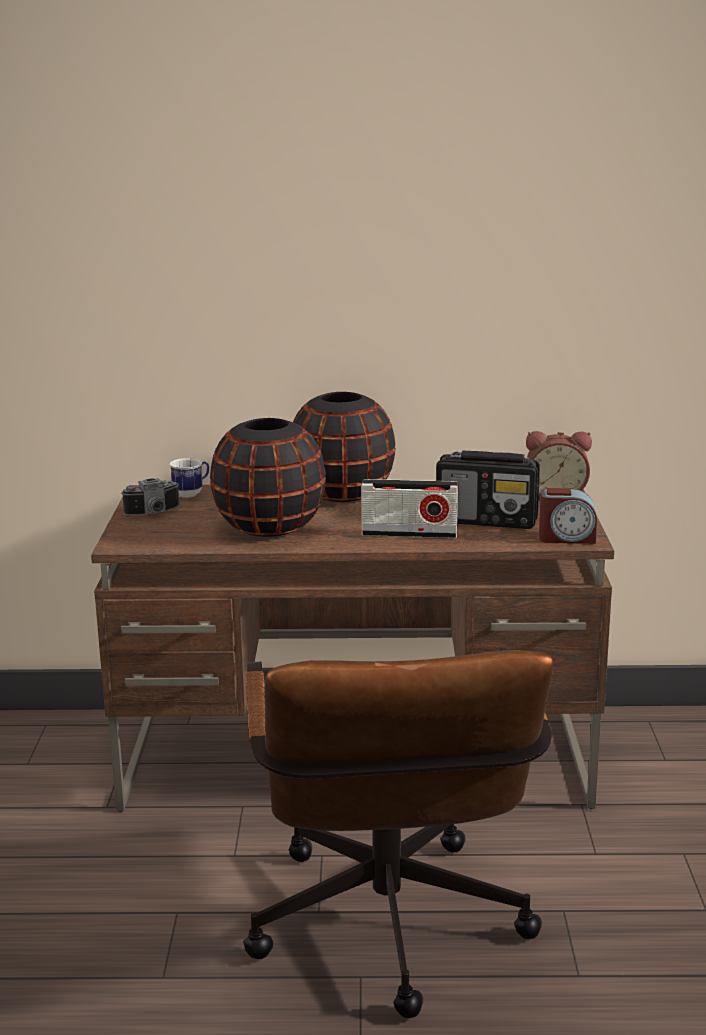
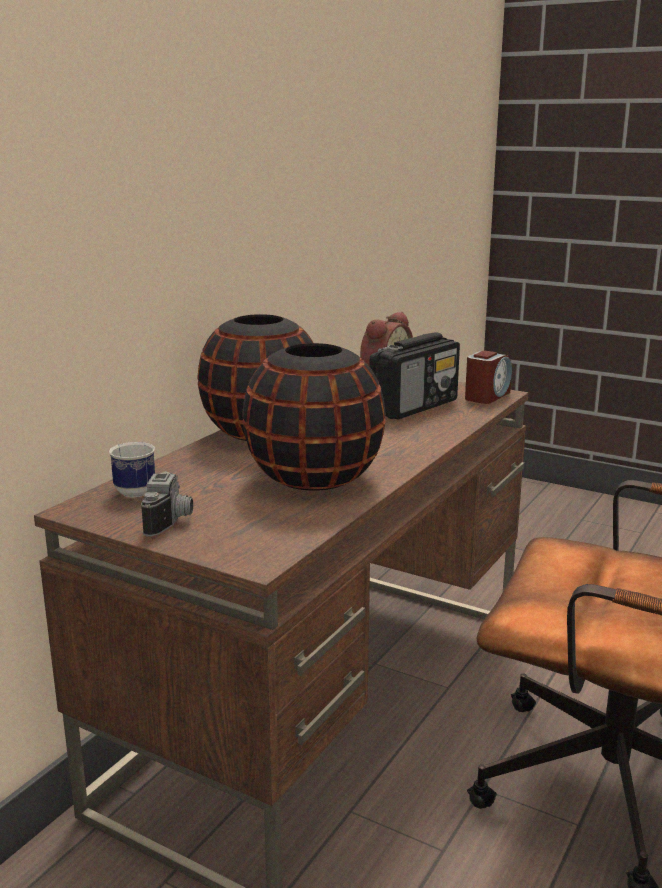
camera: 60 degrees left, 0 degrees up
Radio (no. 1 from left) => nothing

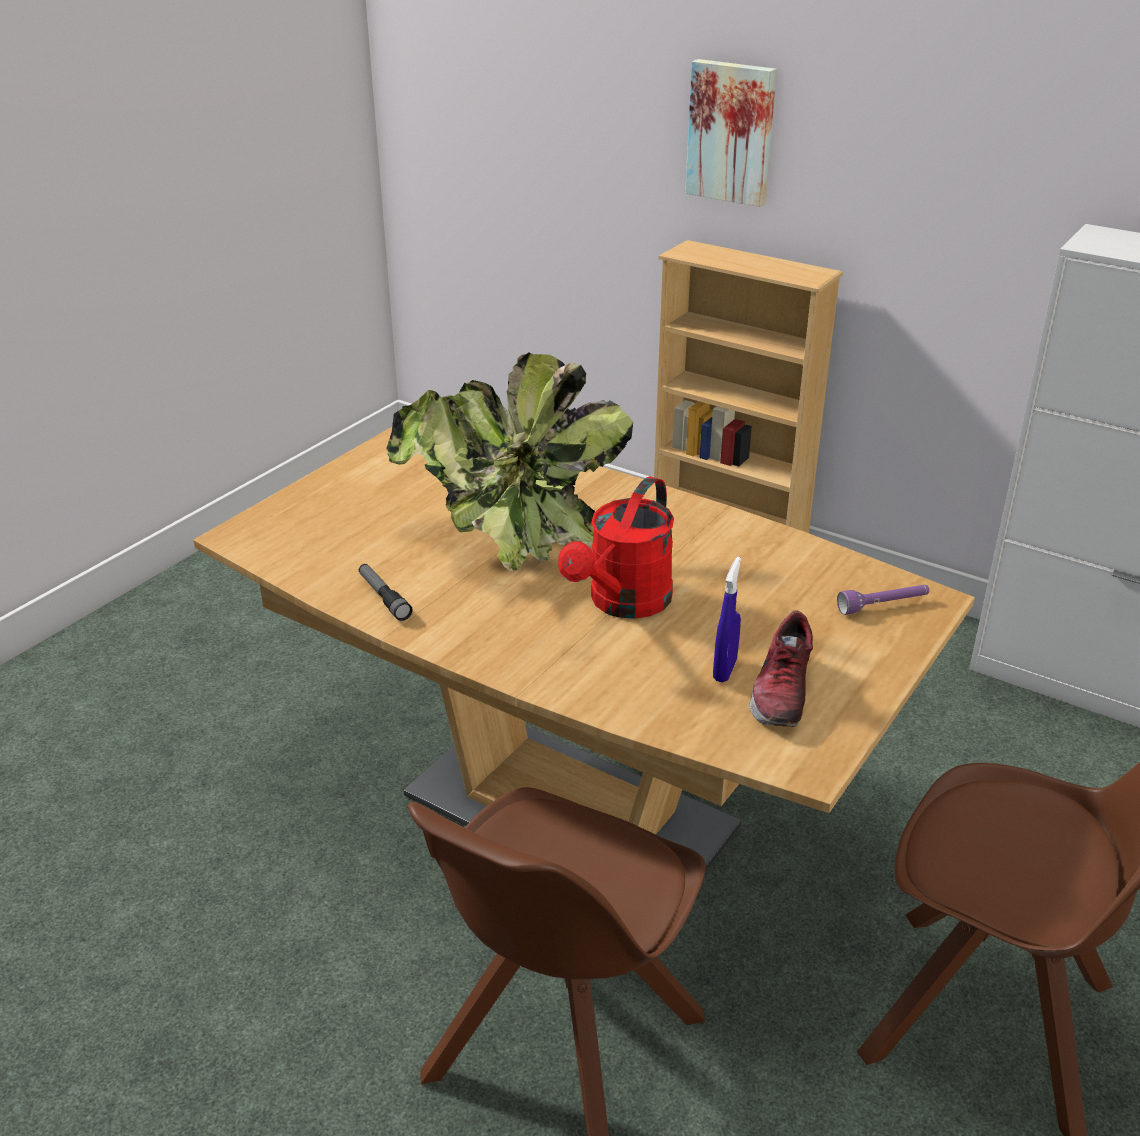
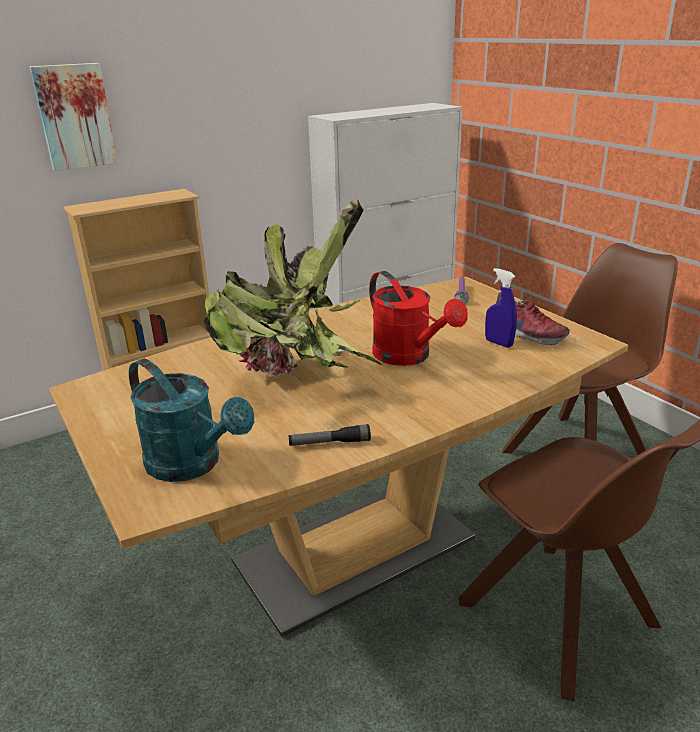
camera: 65 degrees left, 5 degrees down
nothing => Gießkanne [türkis]

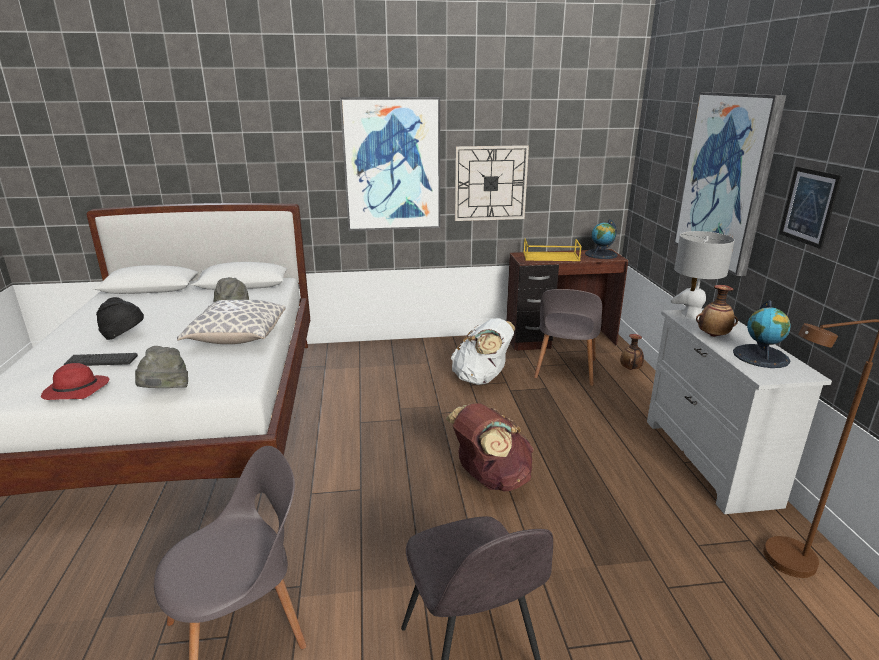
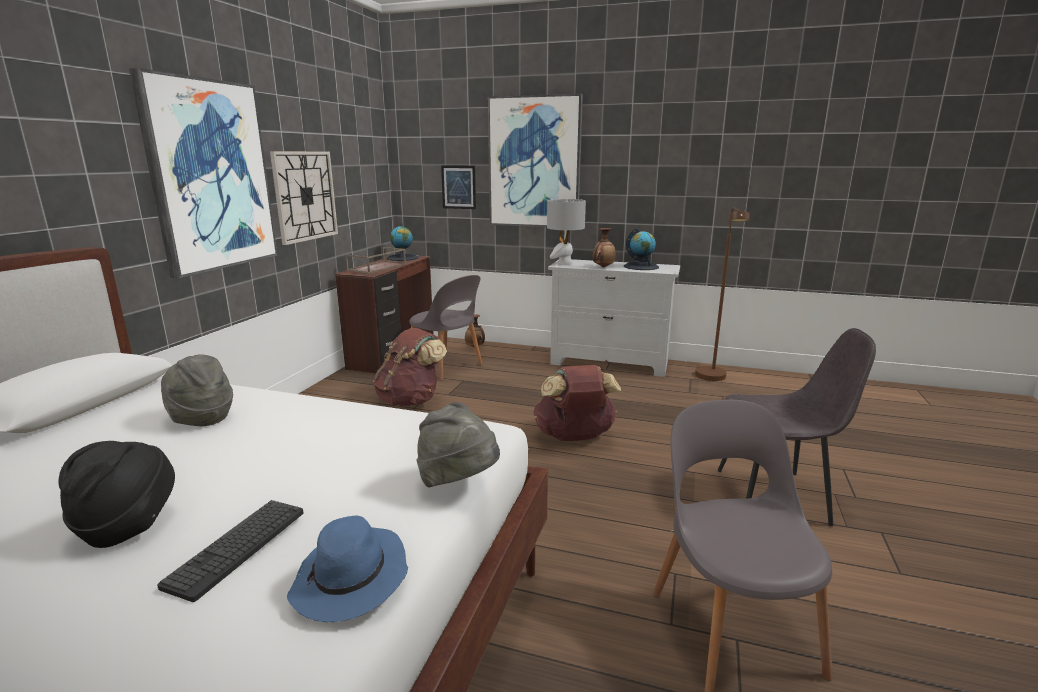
camera: 65 degrees left, 5 degrees down
Bild (no. 3 from left in the first image) => Bild (no. 2 from left), shifted
Tablett [gelb] => Tablett [braun]
Kissen => nothing
Rucksack [weiß] => Rucksack [braun] (no. 1 from left)
Hut [rot] => Hut [blau]

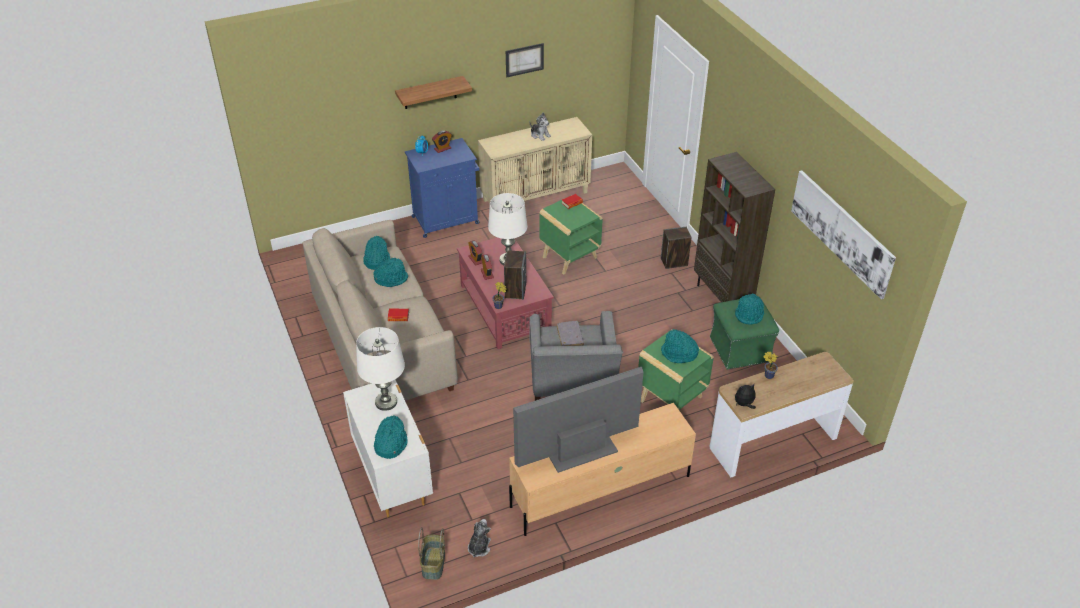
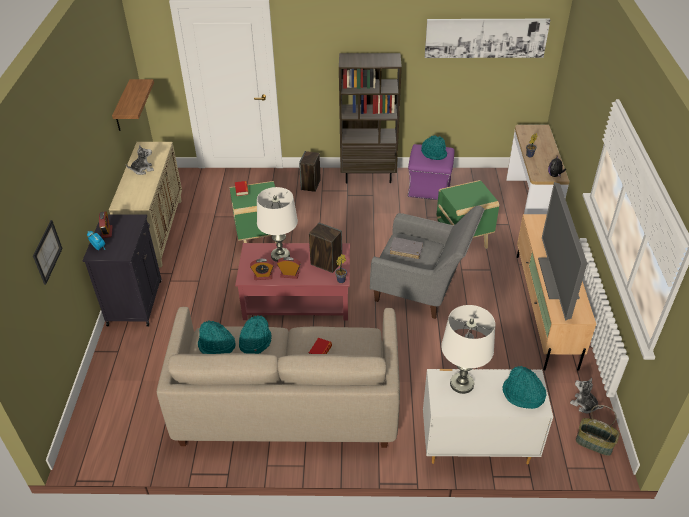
camera: 65 degrees left, 0 degrees up
Bild (no. 1 from left), shifted
Wandregal, shifted
Schrank [blau] => Schrank [schwarz]
Polsterhocker [grün] => Polsterhocker [lila]
Hut [türkis] (no. 4 from left) => nothing

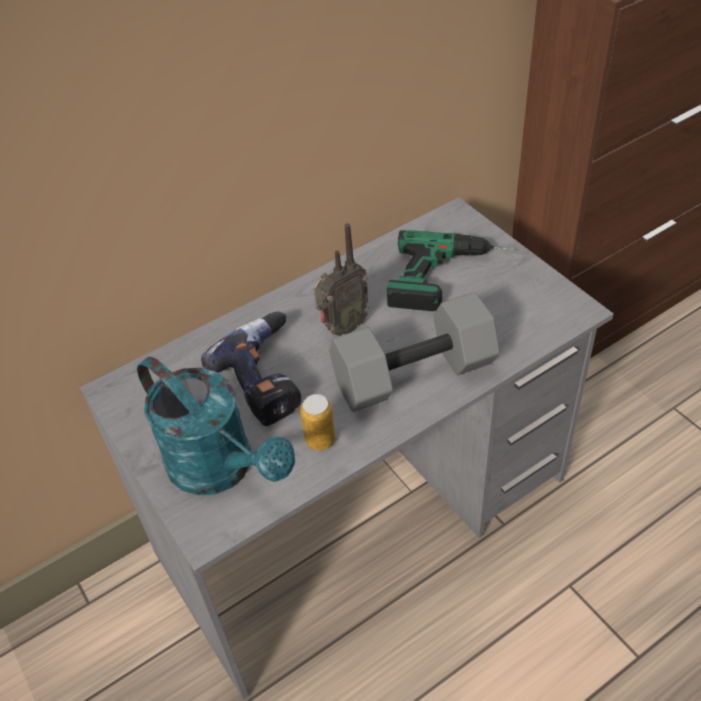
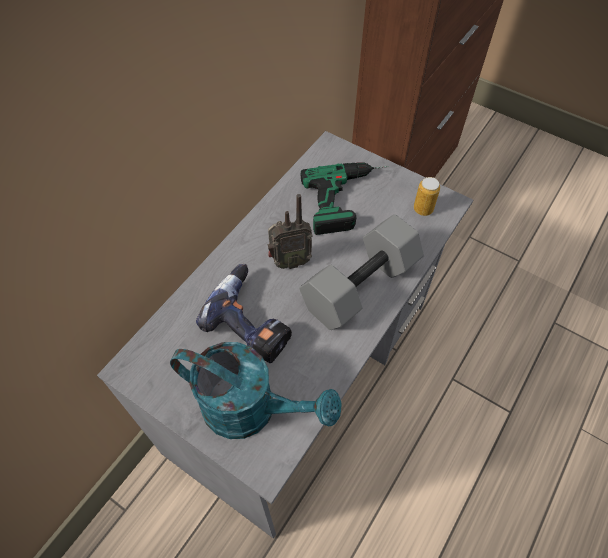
camera: 25 degrees left, 10 degrees up
Radio, 45 degrees clockwise
Dose, shifted

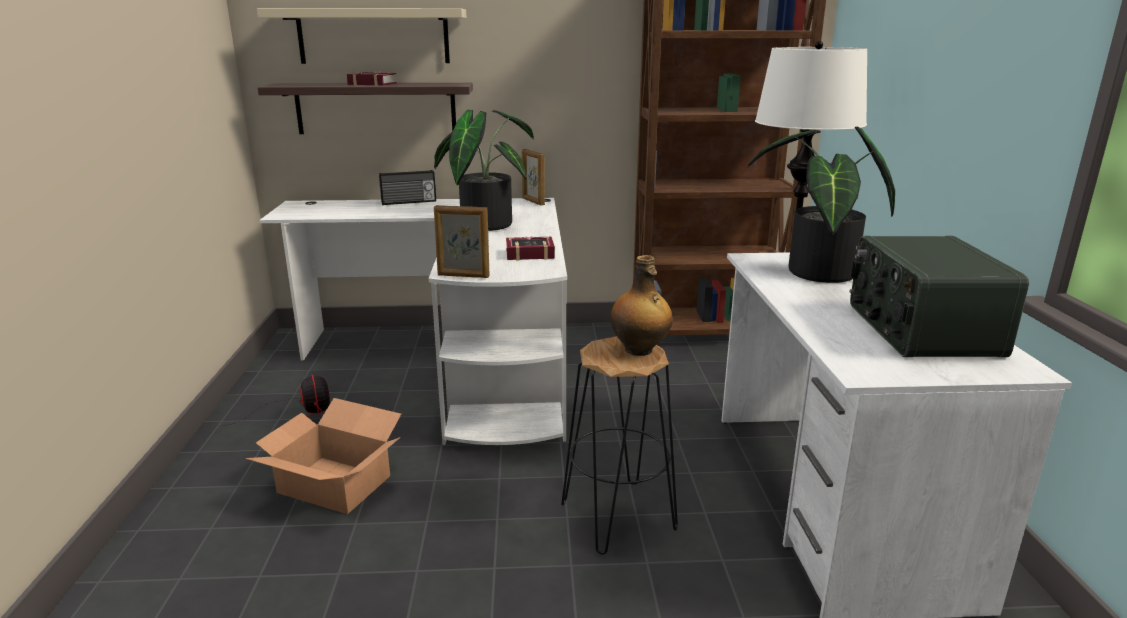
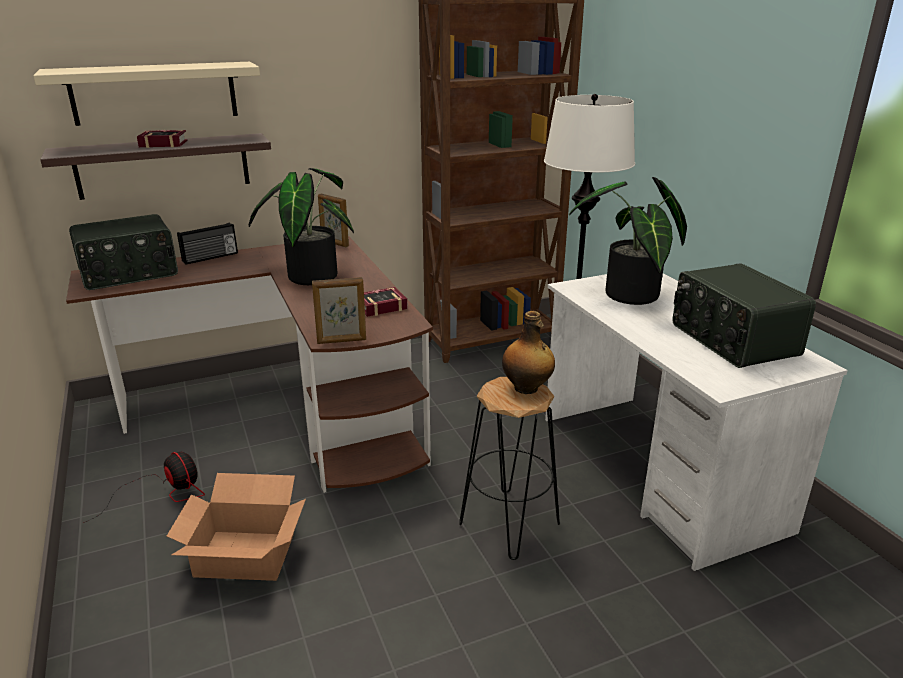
camera: 20 degrees left, 5 degrees up
Schreibtisch [weiß] (no. 1 from left) => Schreibtisch [braun]
nothing => Radio (no. 1 from left)

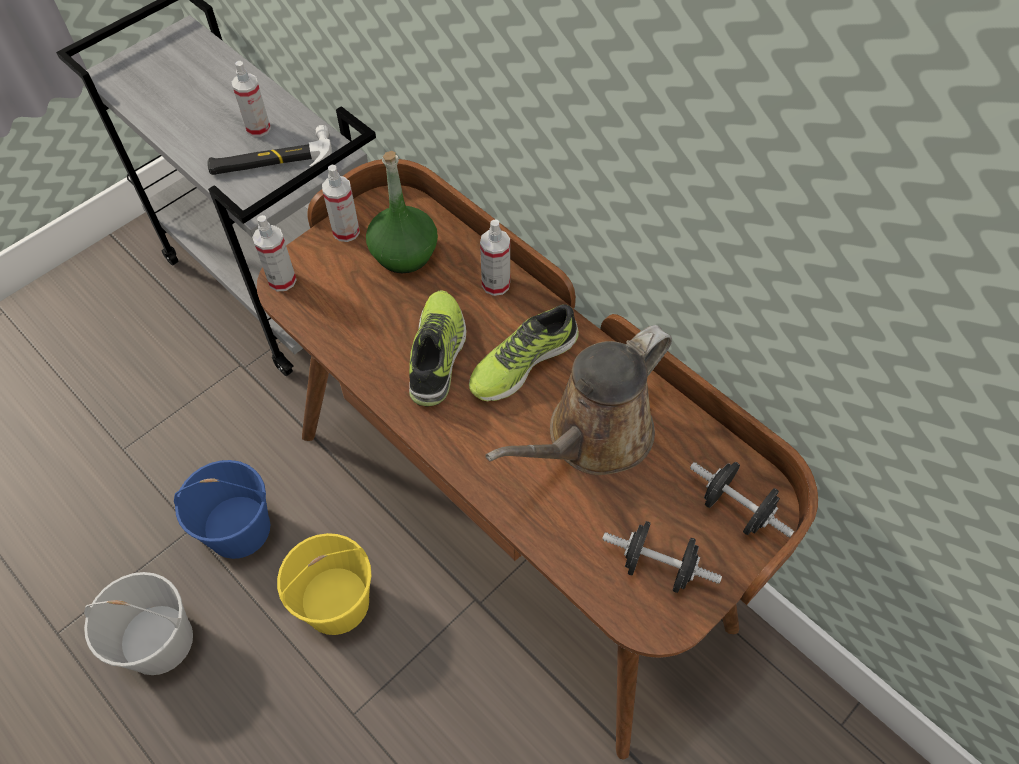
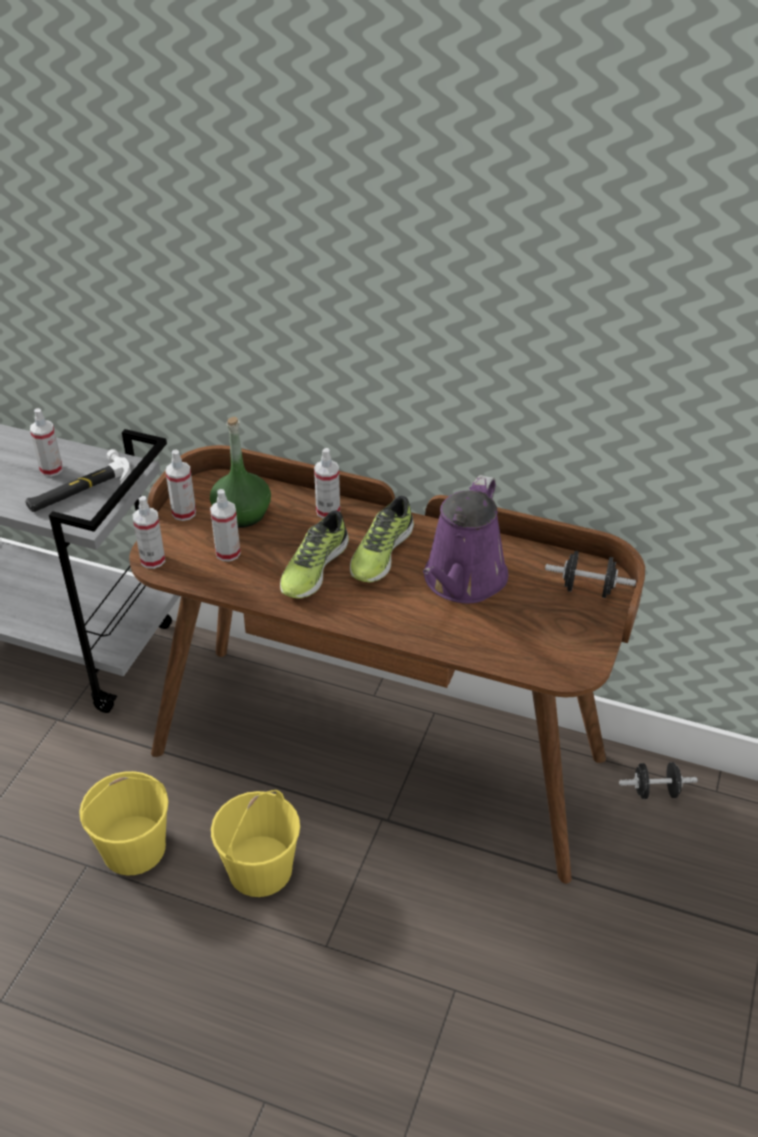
camera: 25 degrees left, 15 degrees down
Schuh (no. 1 from left), 135 degrees counterclockwise
Gießkanne [braun] => Gießkanne [lila]
Eimer [blau] => Eimer [gelb] (no. 1 from left)
Hantel [schwarz] (no. 1 from left in the first image) => Hantel [schwarz] (no. 2 from left), shifted
Eimer [weiß] => nothing
nothing => Sprühflasche (no. 4 from left)

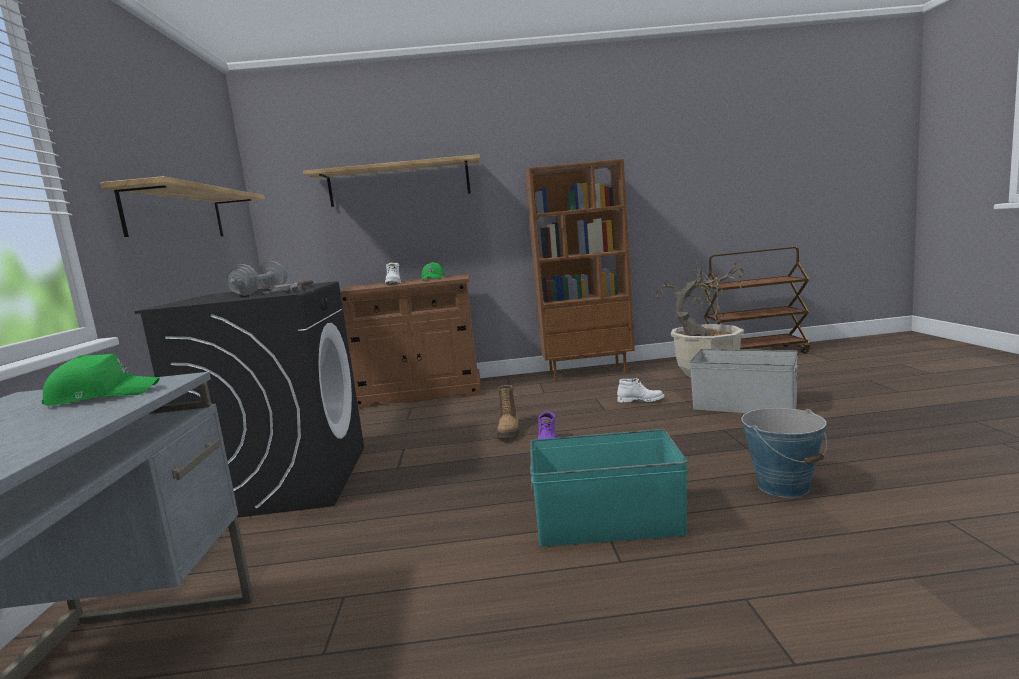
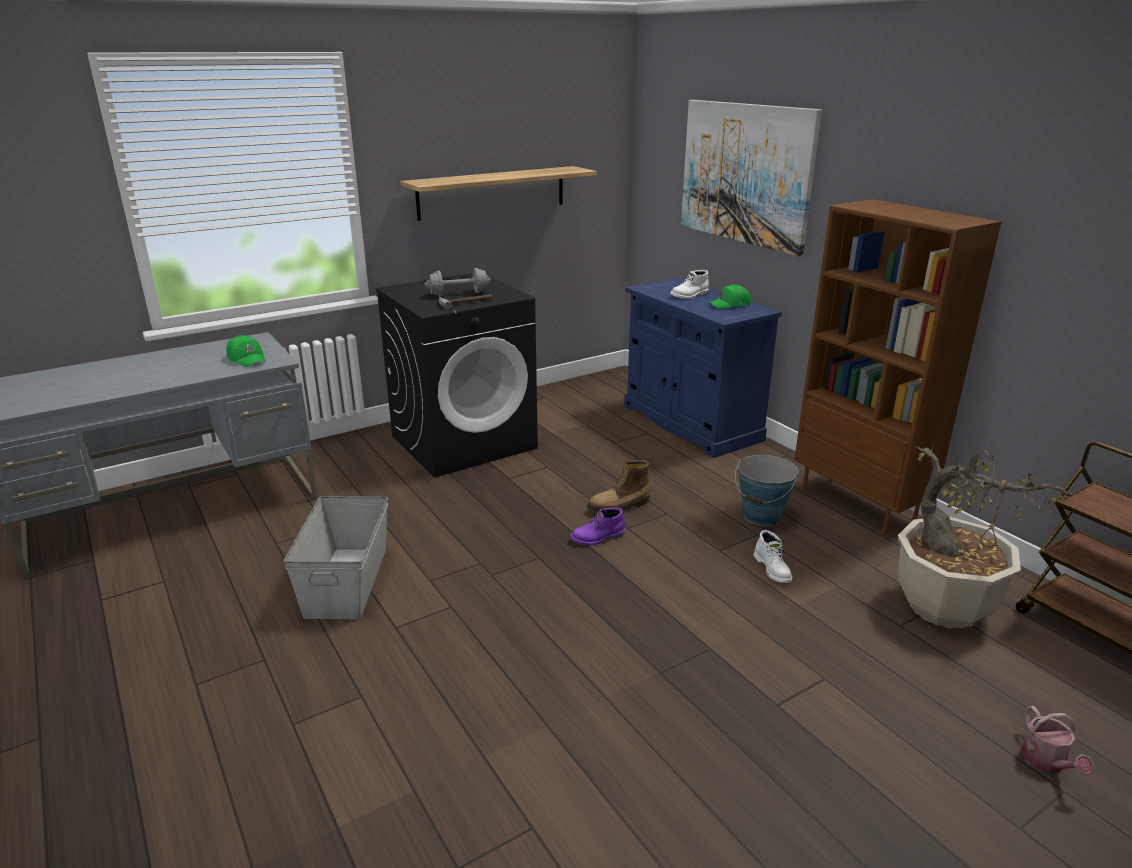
camera: 60 degrees right, 15 degrees up
Wandregal (no. 2 from left) => Bild
Schrank [braun] => Schrank [blau]
Aufbewahrungsbox [grau], shifted
Eimer, shifted
Aufbewahrungsbox [türkis] => nothing
nothing => Gießkanne

